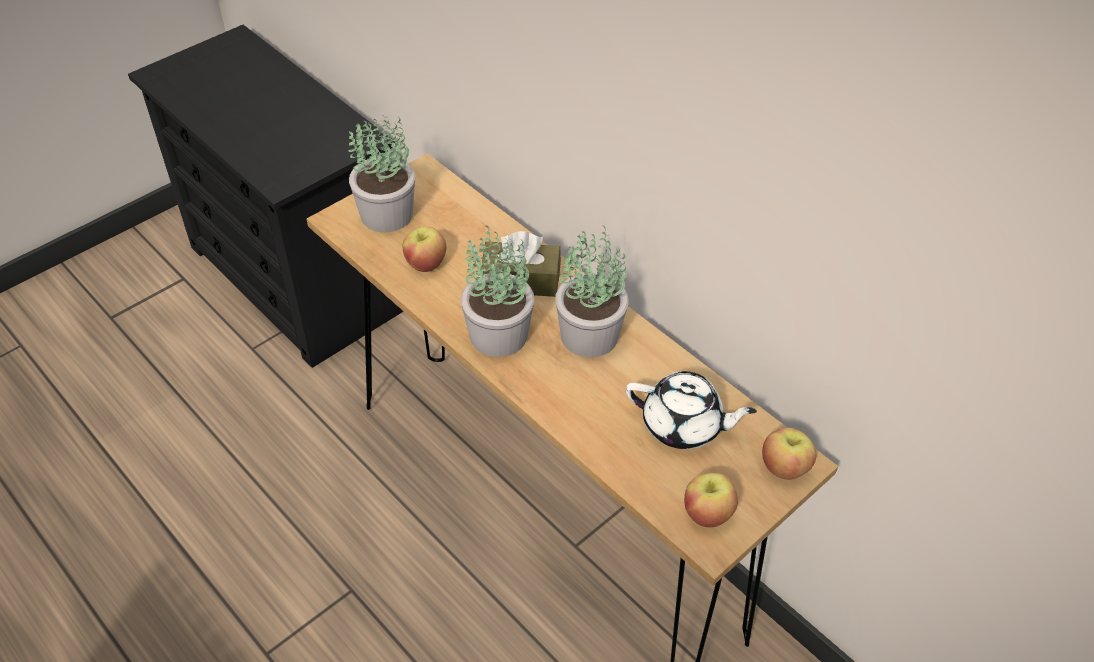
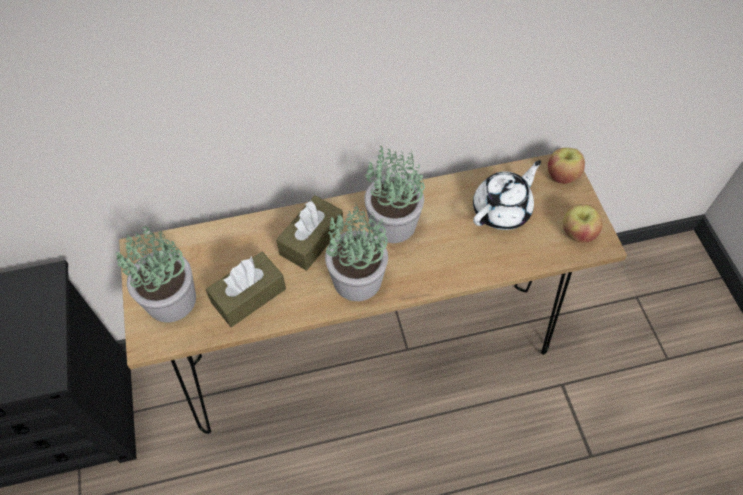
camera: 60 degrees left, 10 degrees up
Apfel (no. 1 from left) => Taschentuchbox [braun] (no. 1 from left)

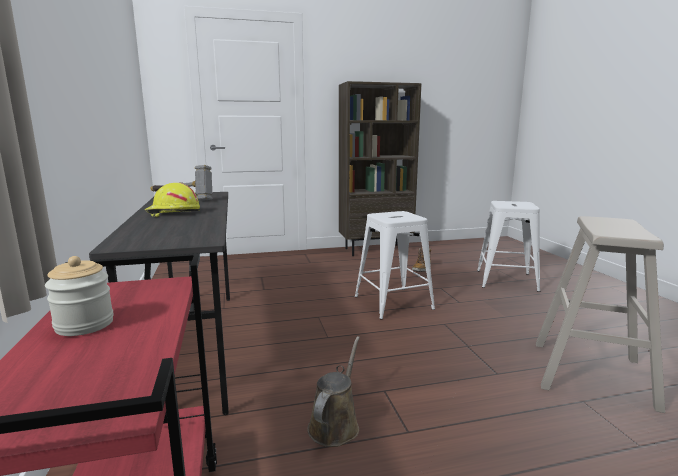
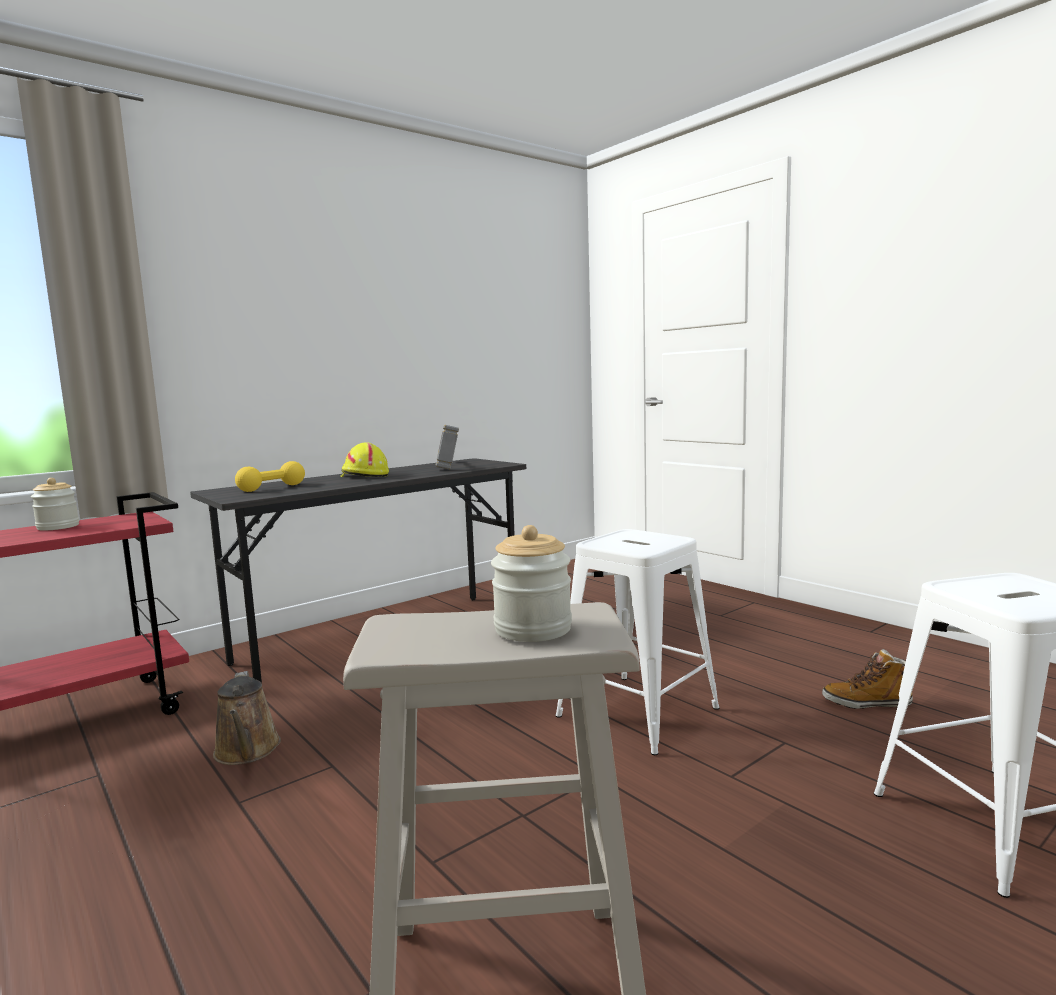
camera: 65 degrees right, 5 degrees down
Bücherregal [braun] => nothing
Gießkanne [braun], 75 degrees clockwise
nothing => Hantel [gelb]
nothing => Vorratsglas (no. 2 from left)

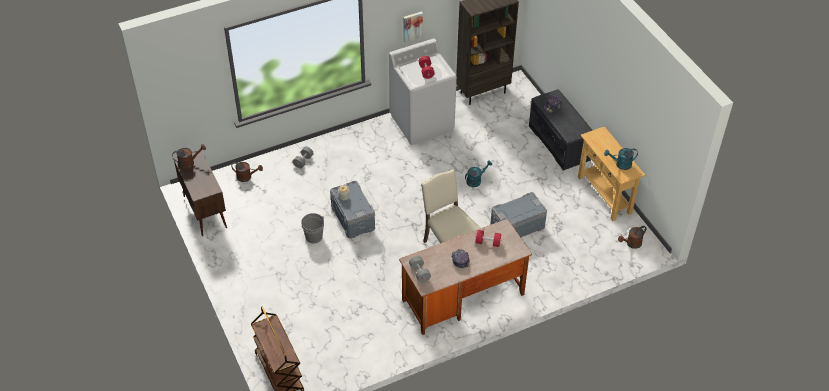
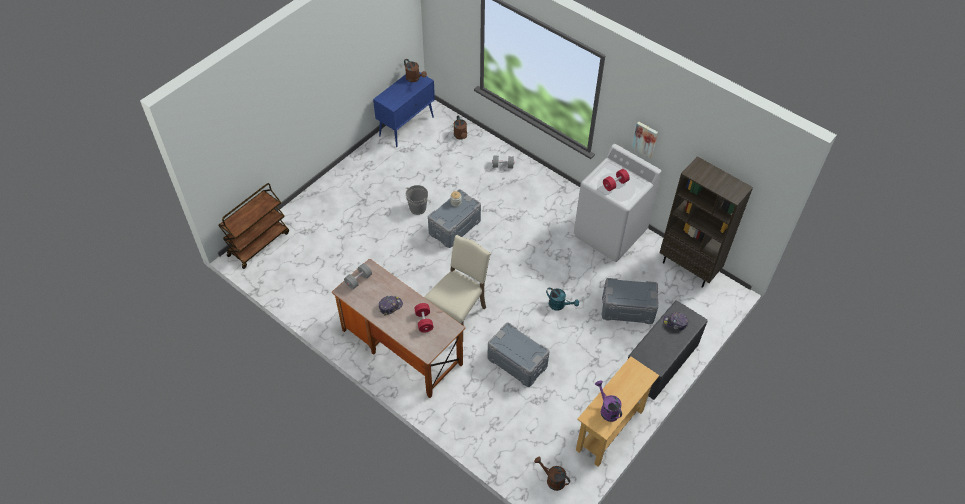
camera: 65 degrees right, 5 degrees up
Gießkanne [türkis] (no. 2 from left) => Gießkanne [lila]
Schrank [braun] => Schrank [blau]
nothing => Aufbewahrungsbox [grau] (no. 3 from left)

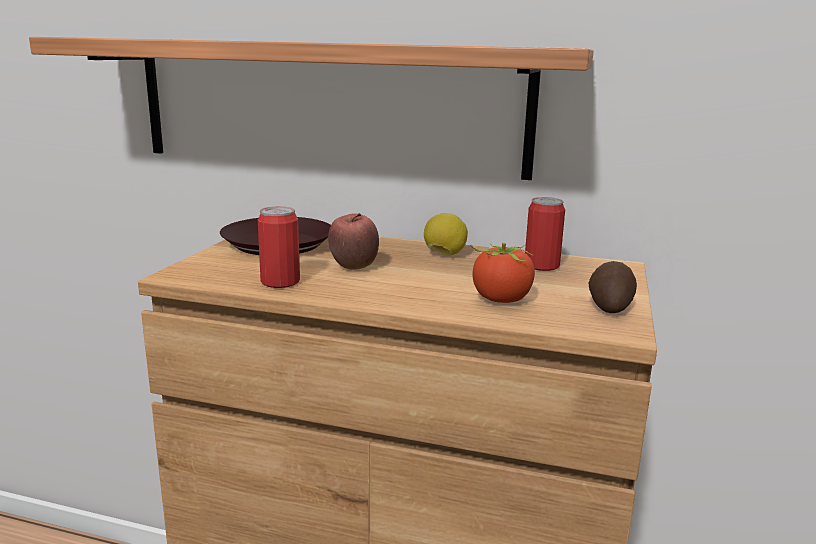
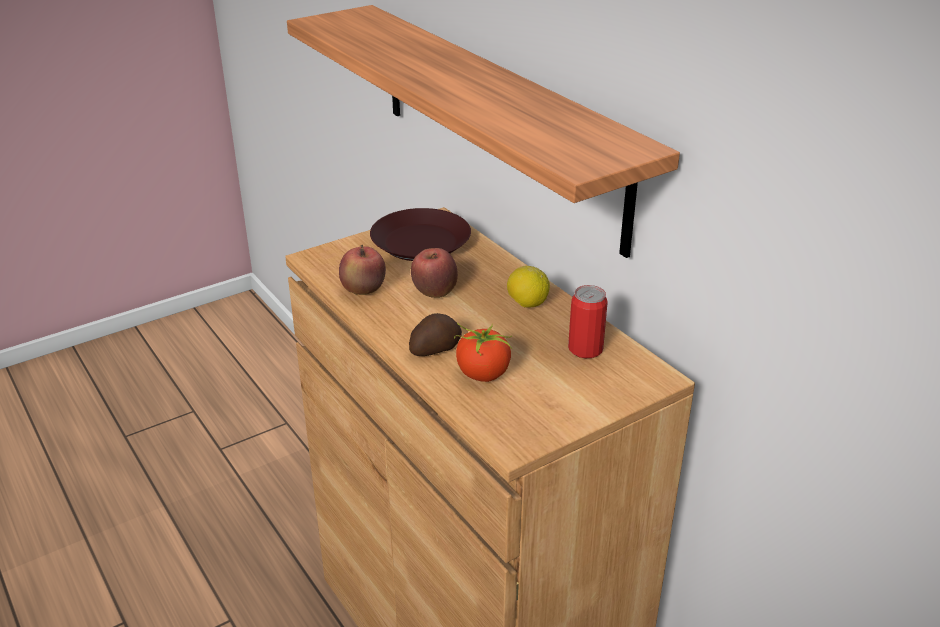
camera: 40 degrees right, 15 degrees up
Dose (no. 1 from left) => Apfel (no. 1 from left)
Kartoffel, shifted

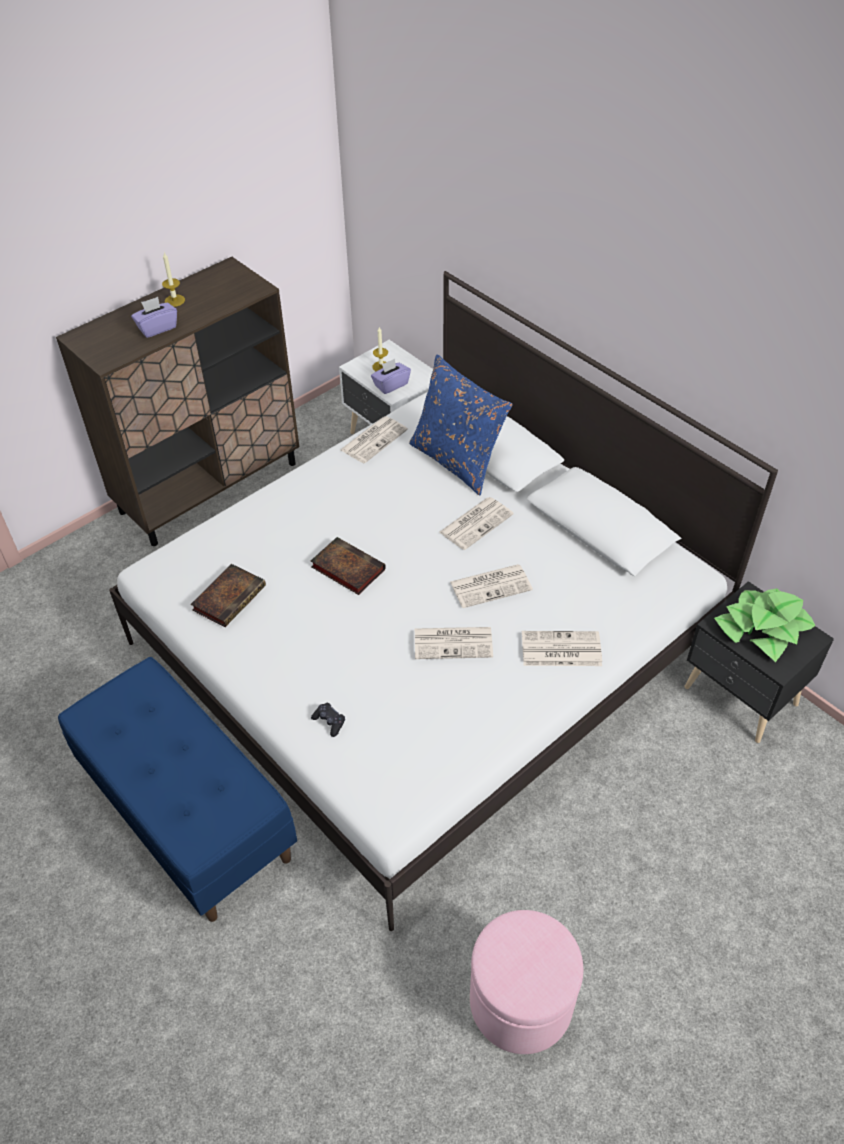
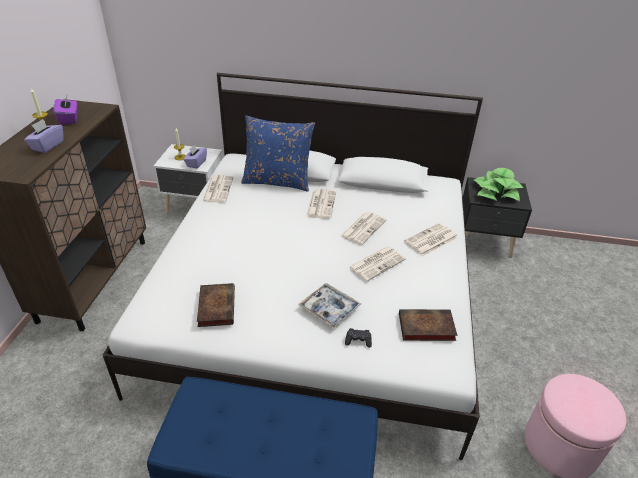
camera: 40 degrees left, 10 degrees down
Buch (no. 2 from left), shifted
nothing => Taschentuchbox [lila] (no. 2 from left)
nothing => Tablett

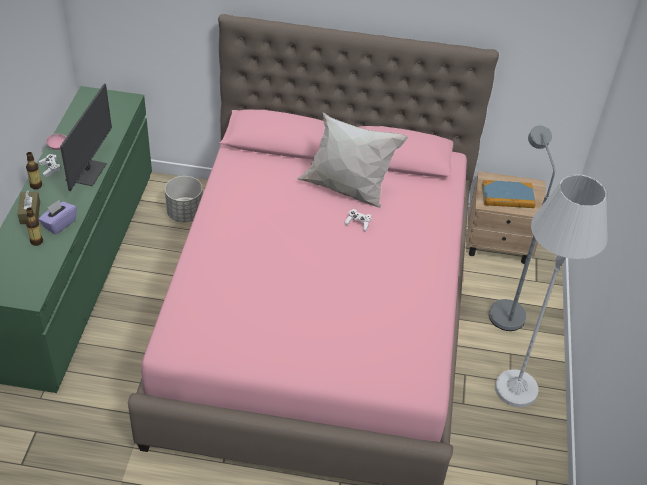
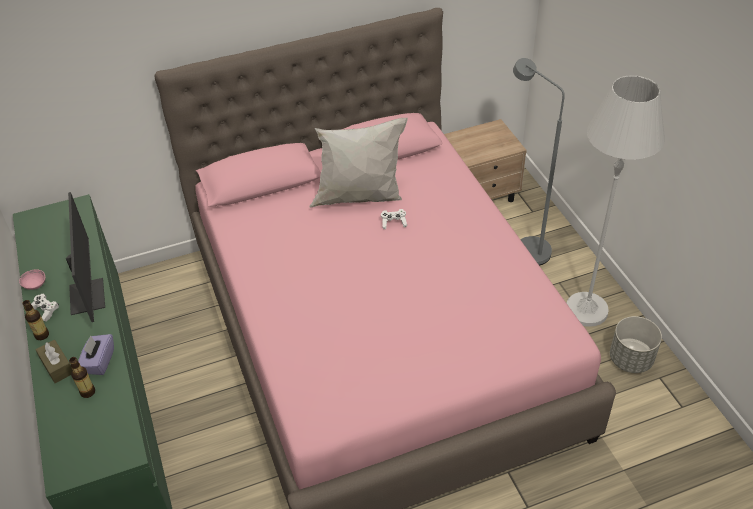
camera: 25 degrees left, 0 degrees up
Pflanzkübel [grau], shifted
Buch => nothing

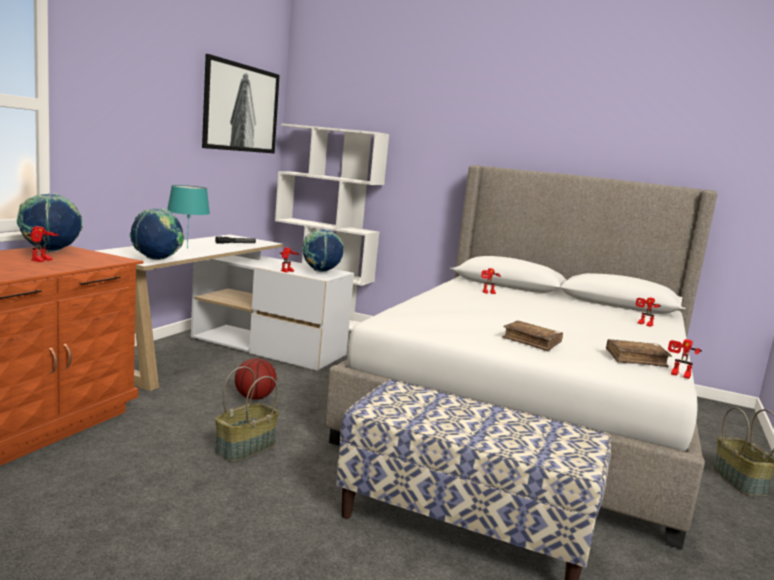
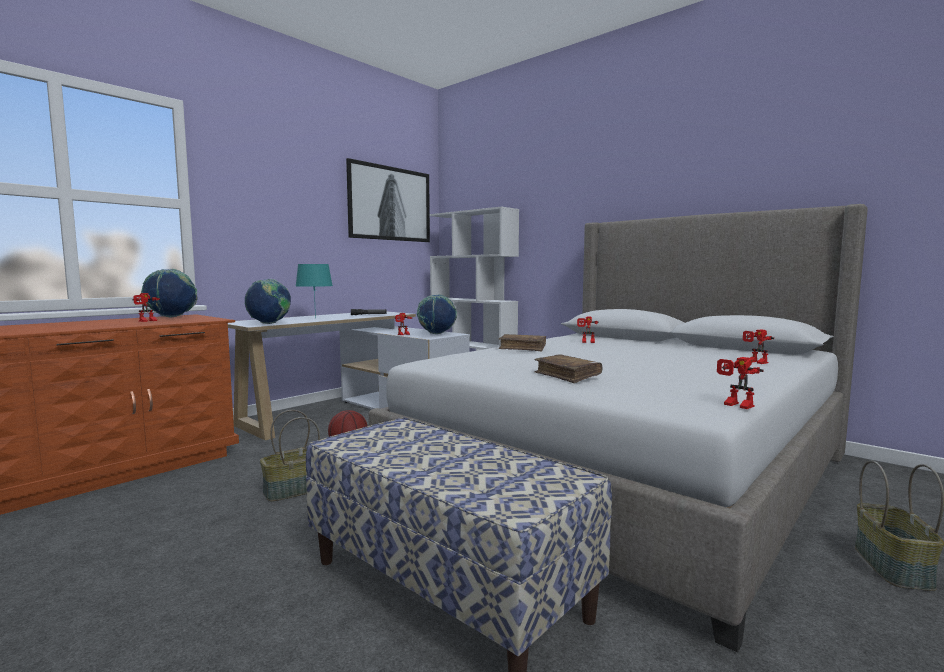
camera: 20 degrees right, 5 degrees down
Buch [braun] (no. 2 from left in the first image) => Buch [braun] (no. 1 from left), shifted

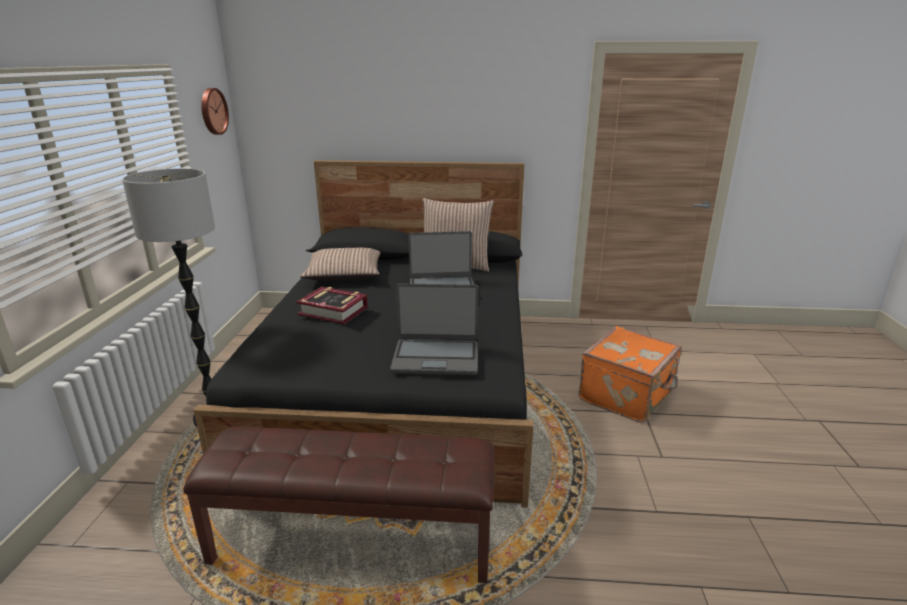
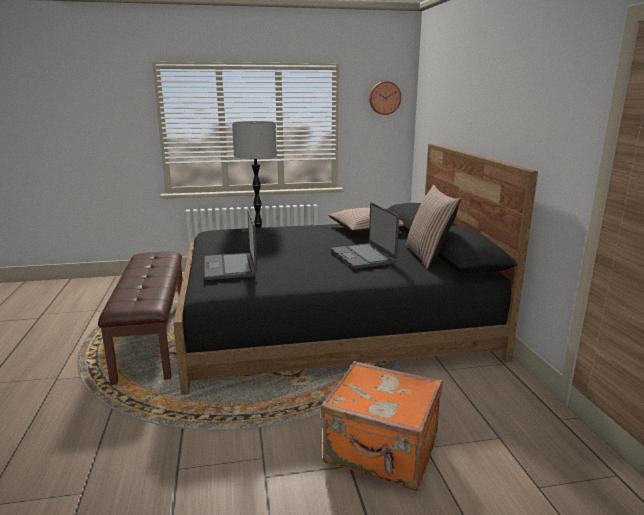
camera: 75 degrees right, 5 degrees down
Buch => nothing

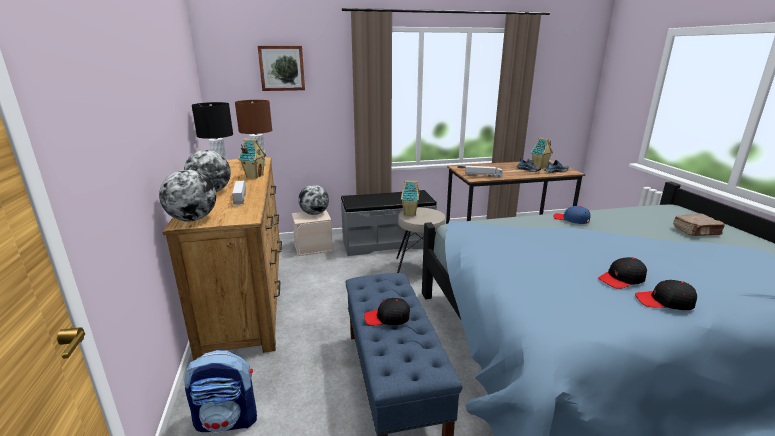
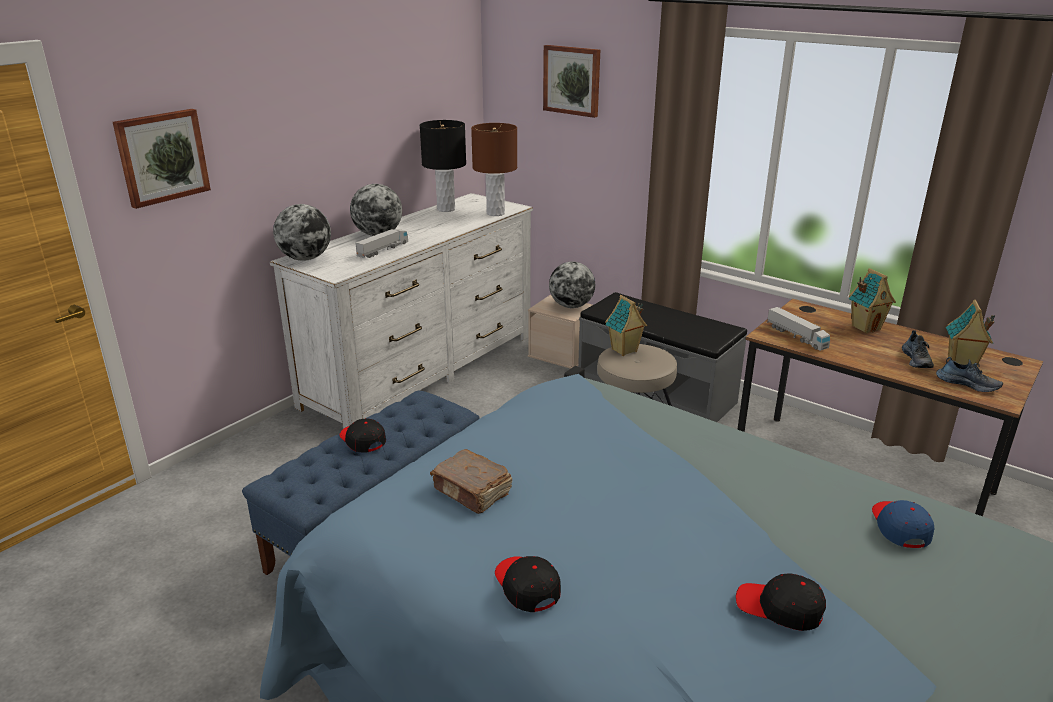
camera: 50 degrees right, 5 degrees up
Spielzeughaus (no. 1 from left in the first image) => Spielzeughaus (no. 2 from left), shifted
Kommode [braun] => Kommode [weiß]
Kappe [blau], shifted
Buch [braun], shifted
Kappe [schwarz] (no. 2 from left in the first image) => Kappe [schwarz] (no. 3 from left), shifted
Rucksack => nothing
nothing => Bild (no. 1 from left)

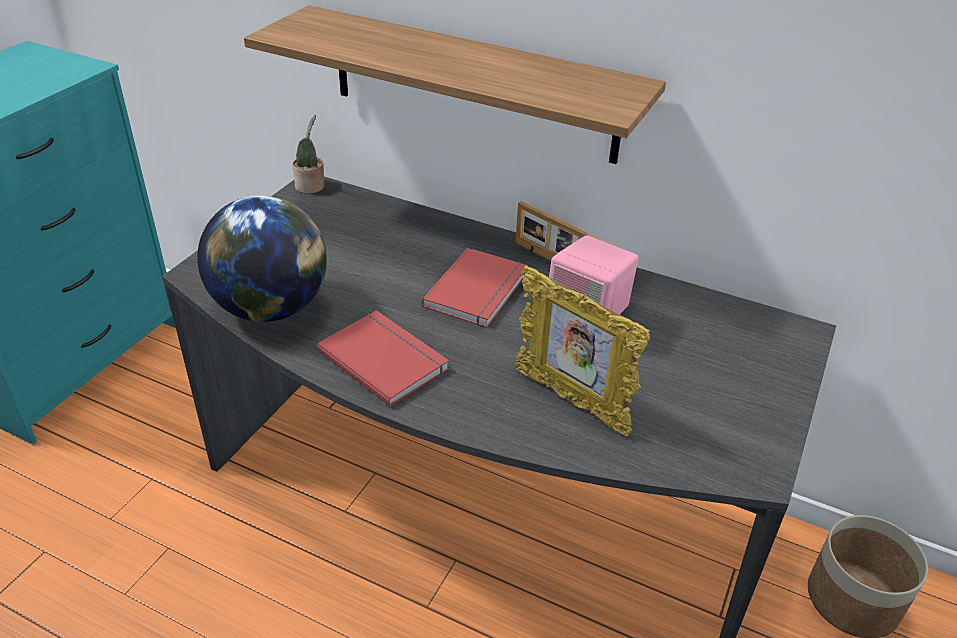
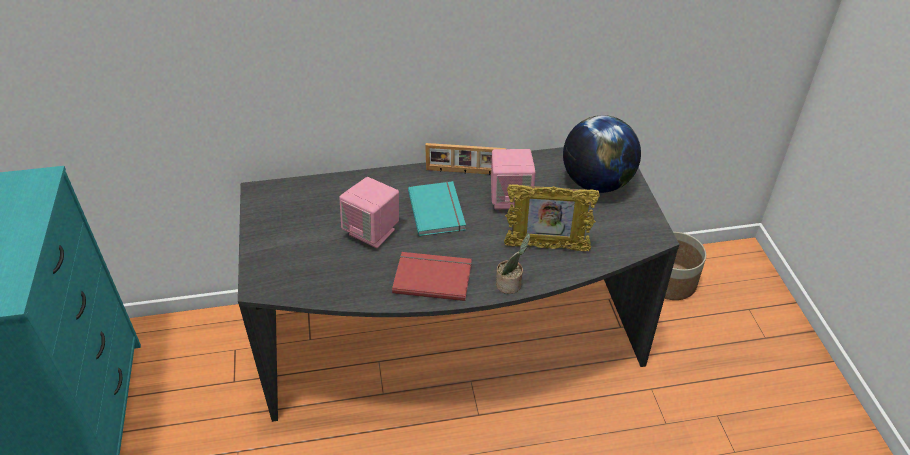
camera: 35 degrees left, 5 degrees up
Wandregal => nothing
Topfpflanze, shifted
Globus, shifted
Buch [rot] (no. 2 from left) => Buch [türkis]
nothing => Lautsprecher [rosa] (no. 1 from left)

